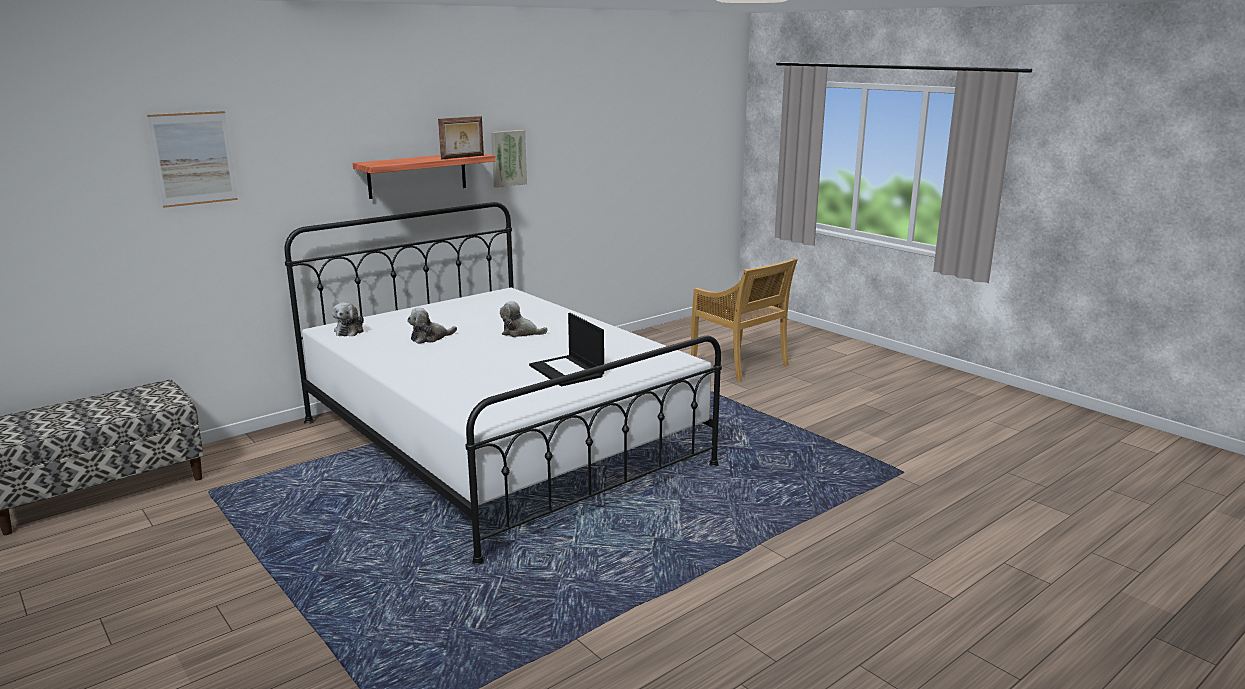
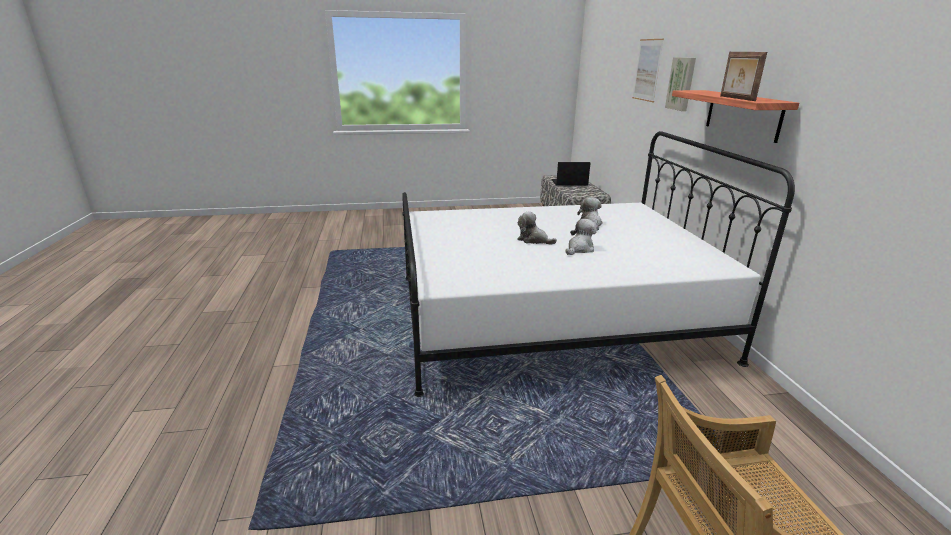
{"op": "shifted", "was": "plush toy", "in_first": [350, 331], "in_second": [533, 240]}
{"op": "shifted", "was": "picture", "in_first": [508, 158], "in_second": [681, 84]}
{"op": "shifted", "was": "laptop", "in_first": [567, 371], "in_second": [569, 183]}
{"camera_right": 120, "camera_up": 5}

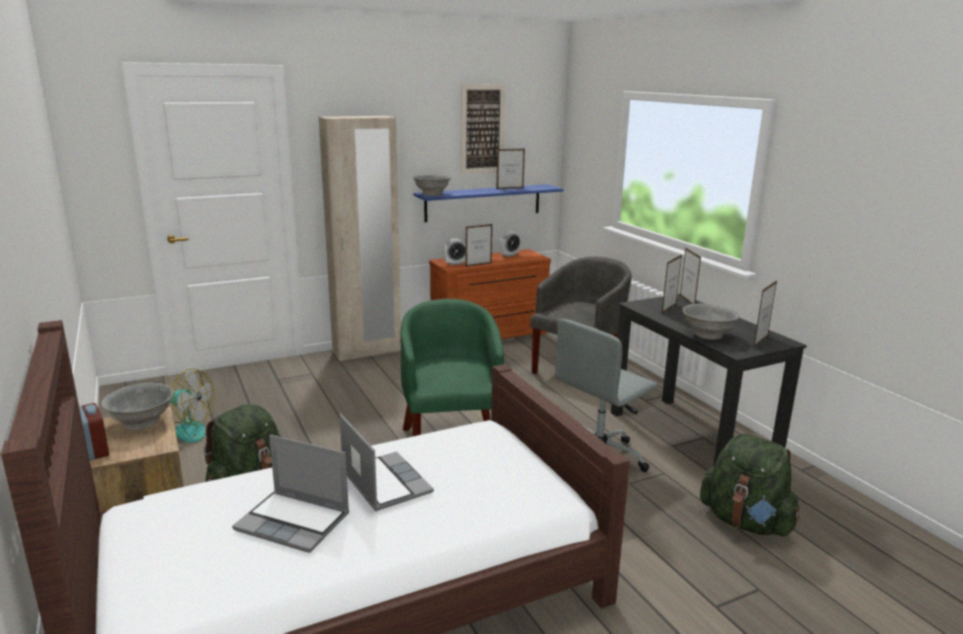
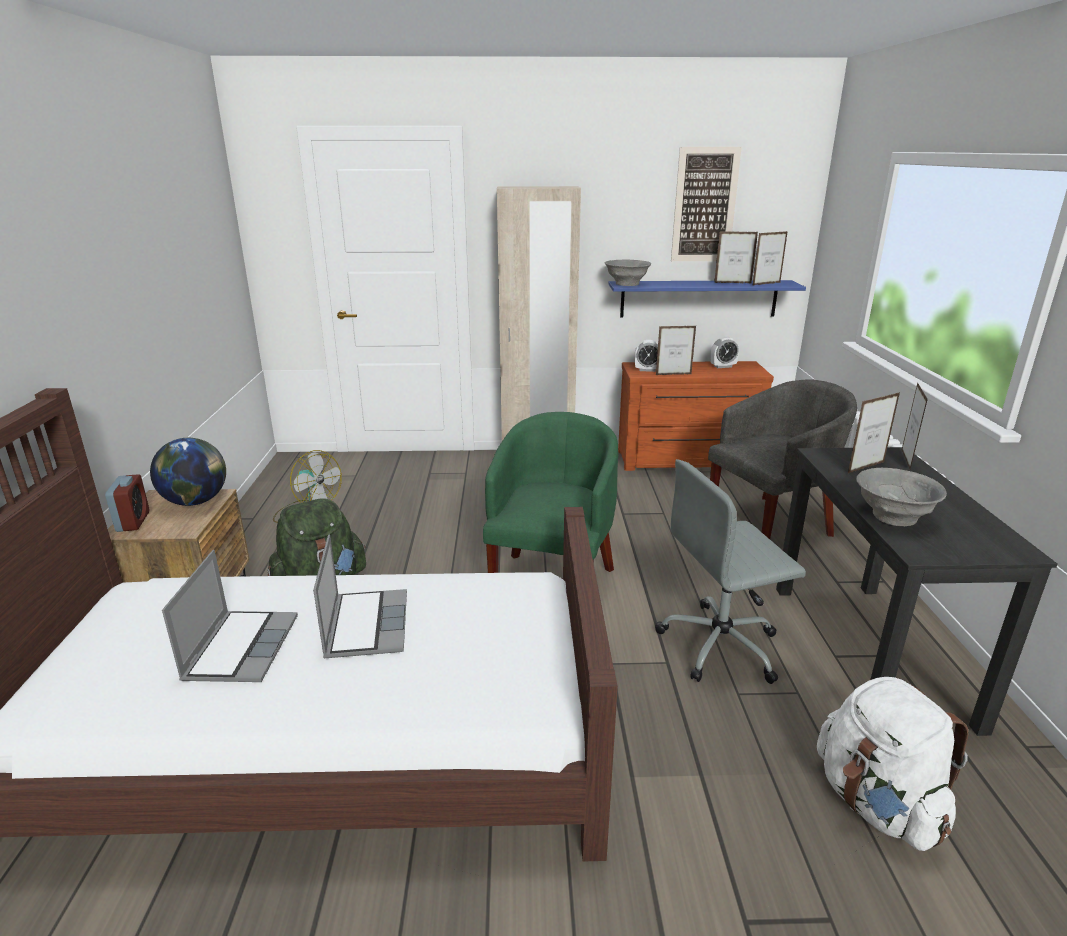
{"op": "swapped", "was": "grey bowl", "now": "globe", "in_first": [142, 423], "in_second": [196, 501]}
{"op": "rotated", "was": "laptop", "in_first": [295, 522], "in_second": [241, 647], "clockwise": -135}
{"op": "repainted", "was": "green backpack", "now": "white backpack", "in_first": [746, 522], "in_second": [877, 803]}
{"op": "shifted", "was": "picture frame", "in_first": [760, 341], "in_second": [766, 284]}
{"camera_right": 25, "camera_up": 5}

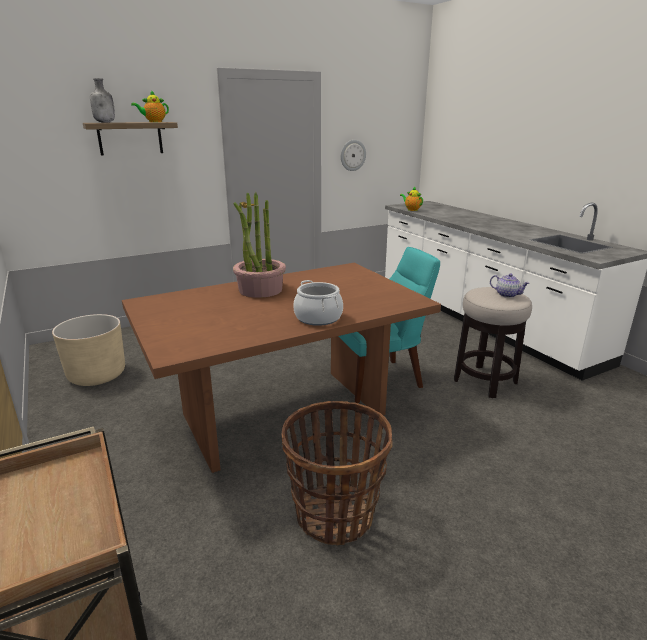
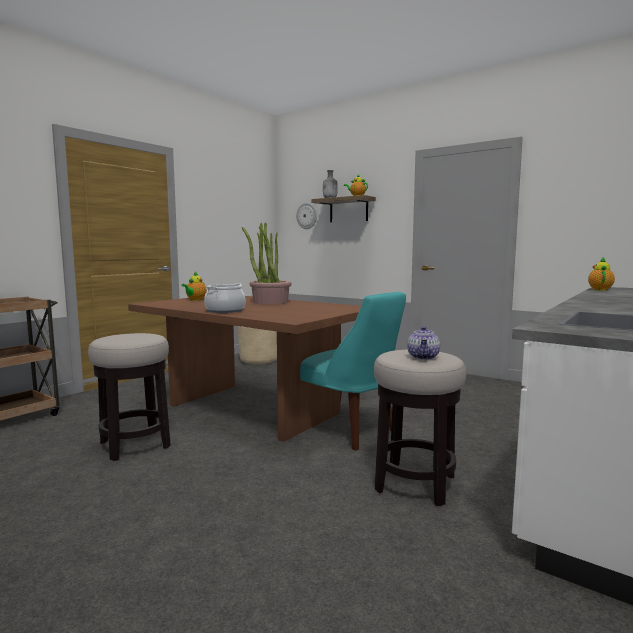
{"op": "swapped", "was": "basket", "now": "stool", "in_first": [335, 514], "in_second": [135, 444]}
{"op": "shifted", "was": "wall clock", "in_first": [352, 155], "in_second": [307, 216]}
{"op": "new", "now": "teapot", "in_second": [195, 300]}
{"camera_right": 65, "camera_up": -15}

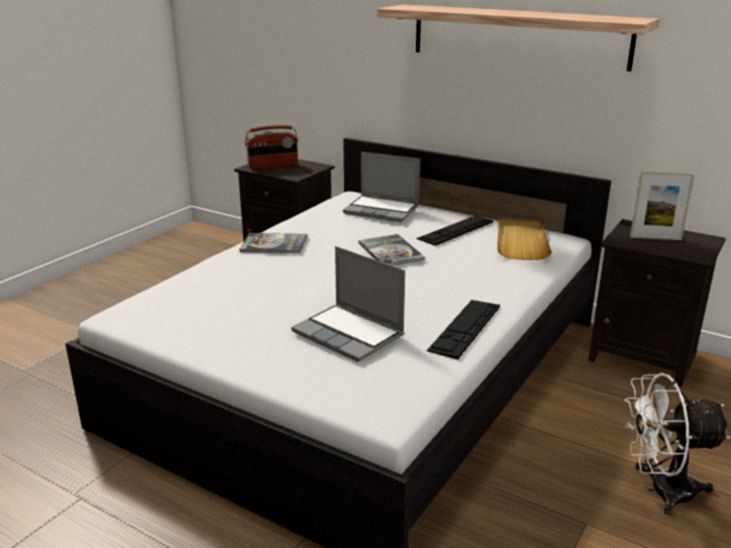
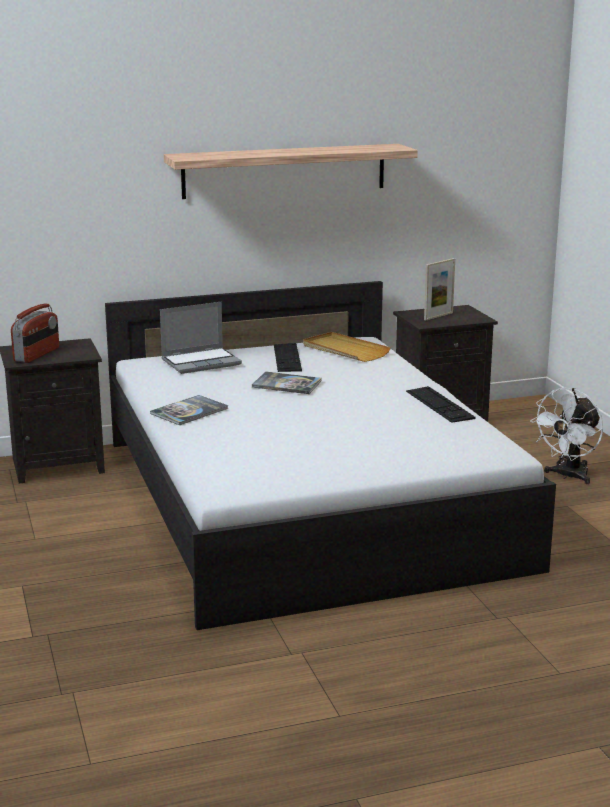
{"op": "gone", "was": "laptop", "in_first": [350, 334]}
{"camera_right": -50, "camera_up": -5}

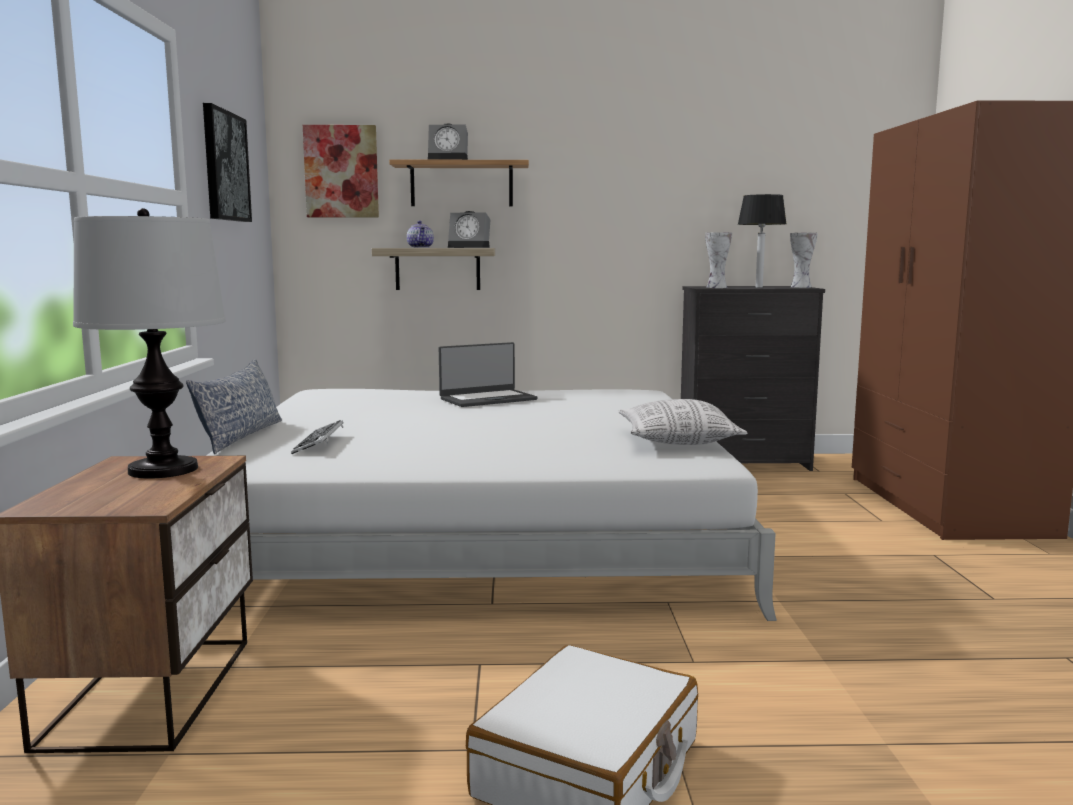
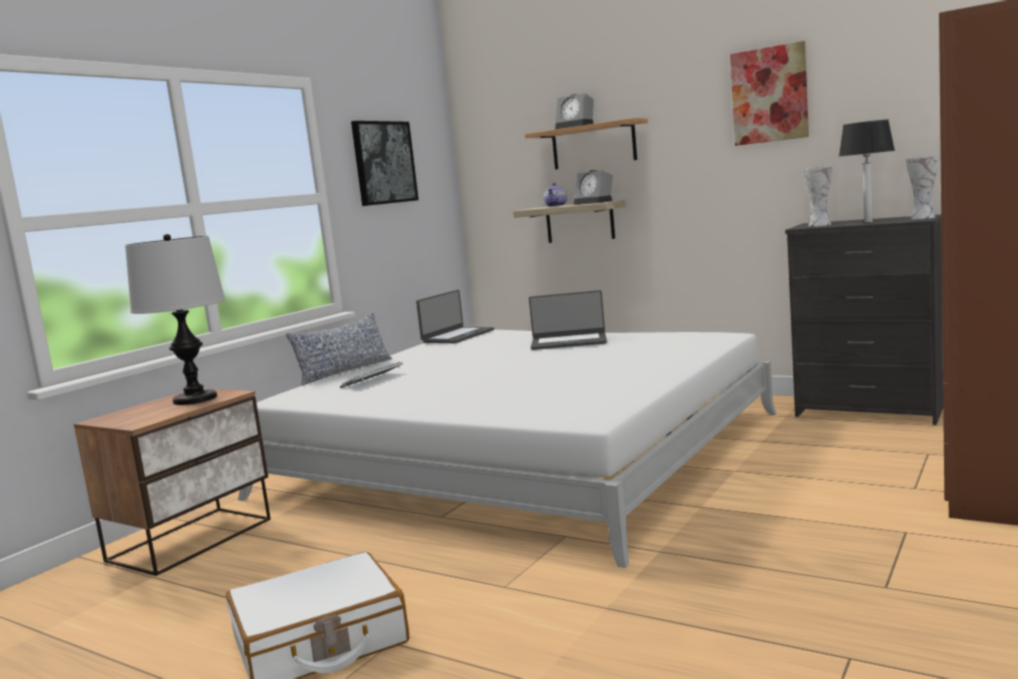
{"op": "shifted", "was": "picture", "in_first": [341, 171], "in_second": [769, 95]}
{"op": "gone", "was": "pillow", "in_first": [677, 441]}
{"op": "new", "now": "laptop", "in_second": [457, 336]}
{"camera_right": 35, "camera_up": 0}

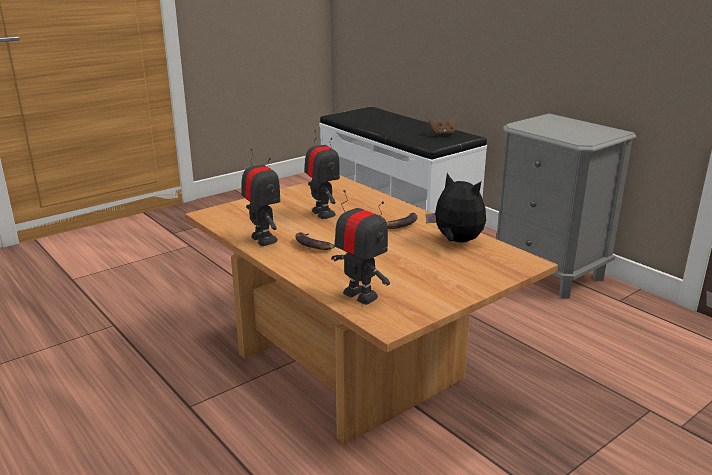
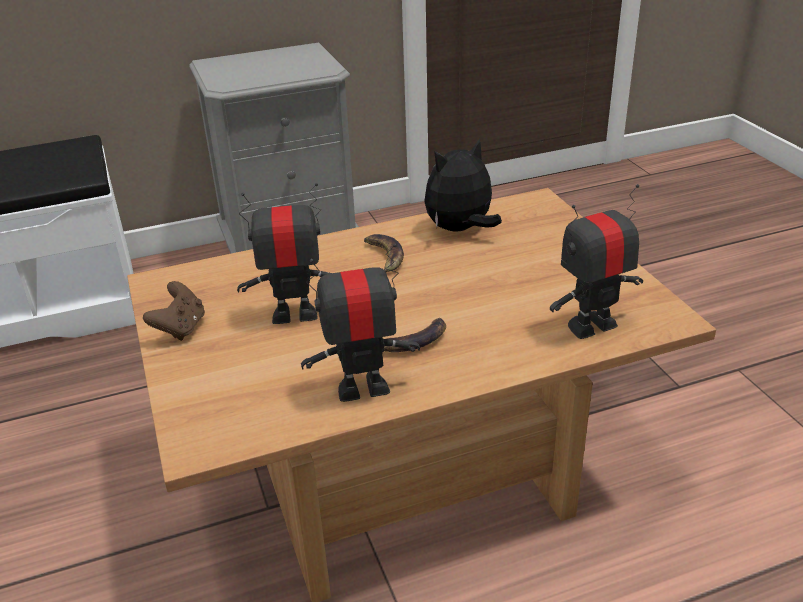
{"op": "shifted", "was": "brown game controller", "in_first": [442, 134], "in_second": [180, 328]}
{"camera_right": -70, "camera_up": 10}

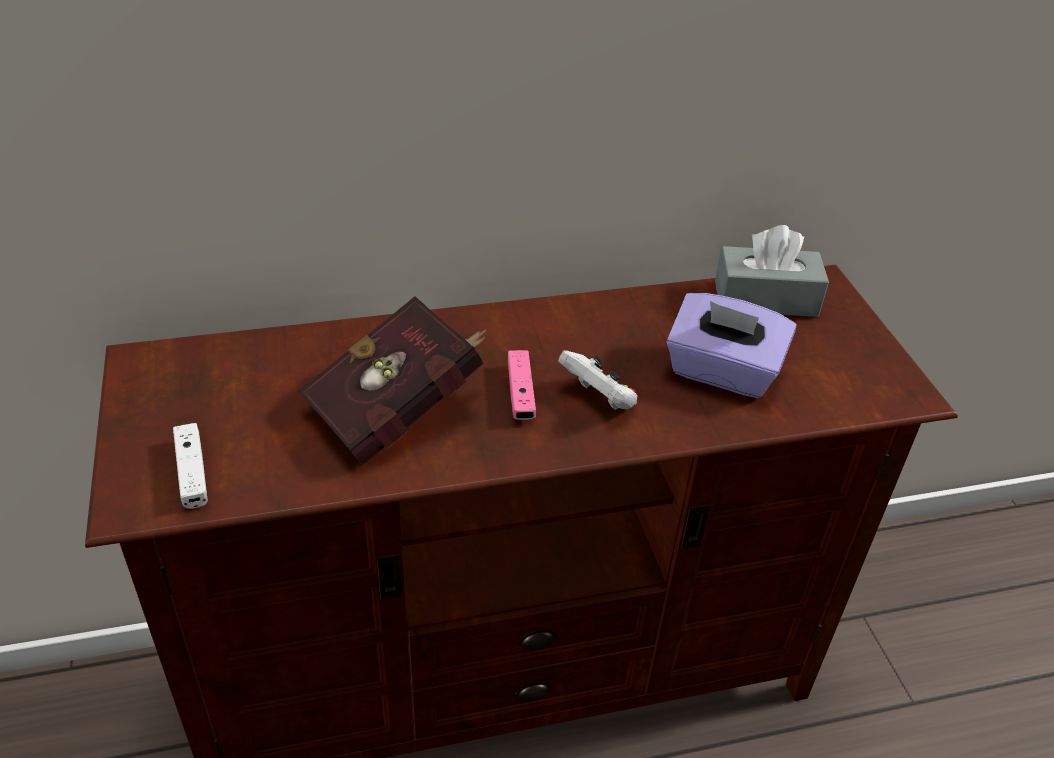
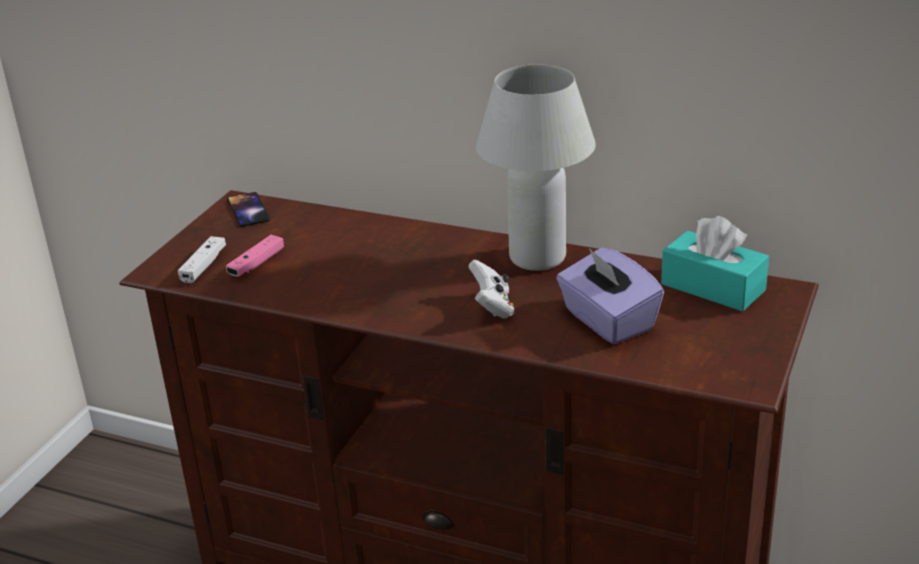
{"op": "gone", "was": "red book", "in_first": [400, 410]}
{"op": "shifted", "was": "pink game controller", "in_first": [520, 393], "in_second": [256, 264]}
{"op": "repainted", "was": "grey tissue box", "now": "turquoise tissue box", "in_first": [765, 298], "in_second": [713, 287]}
{"op": "new", "now": "phone", "in_second": [248, 210]}
{"op": "new", "now": "white table lamp", "in_second": [537, 258]}
{"camera_right": 40, "camera_up": -10}

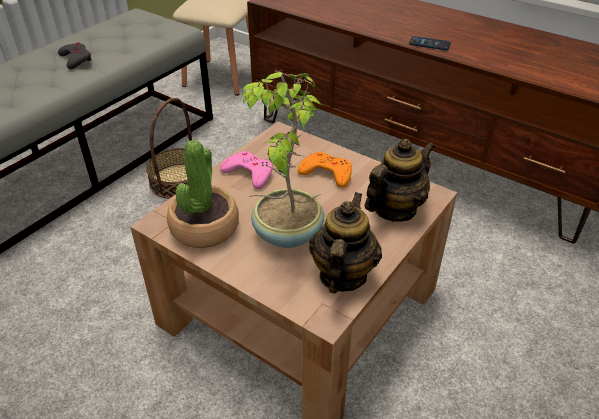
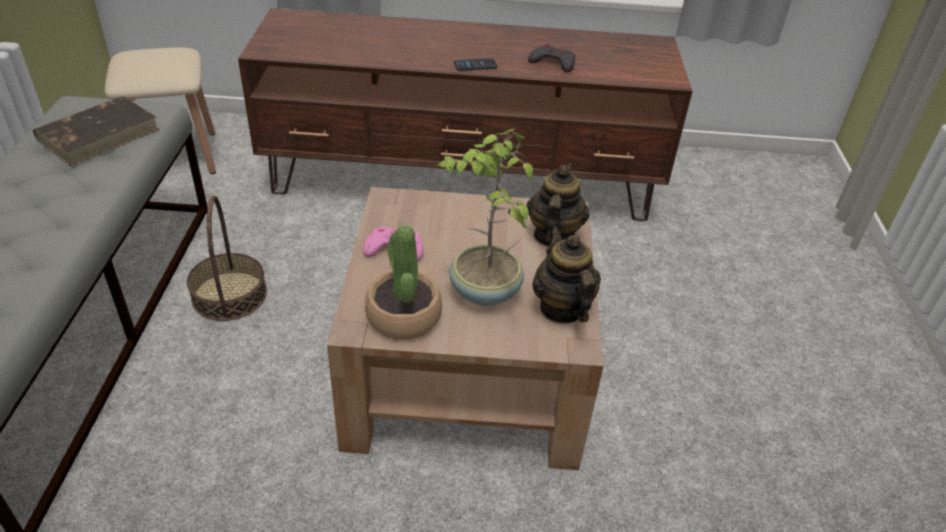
{"op": "shifted", "was": "grey game controller", "in_first": [76, 59], "in_second": [553, 63]}
{"op": "gone", "was": "orange game controller", "in_first": [326, 173]}
{"op": "new", "now": "brown book", "in_second": [100, 134]}
{"camera_right": -35, "camera_up": 0}

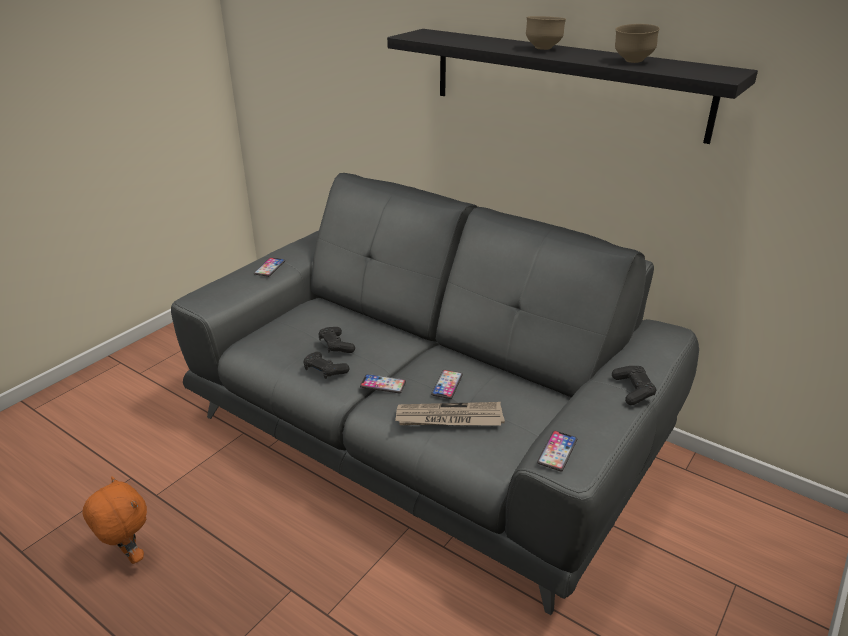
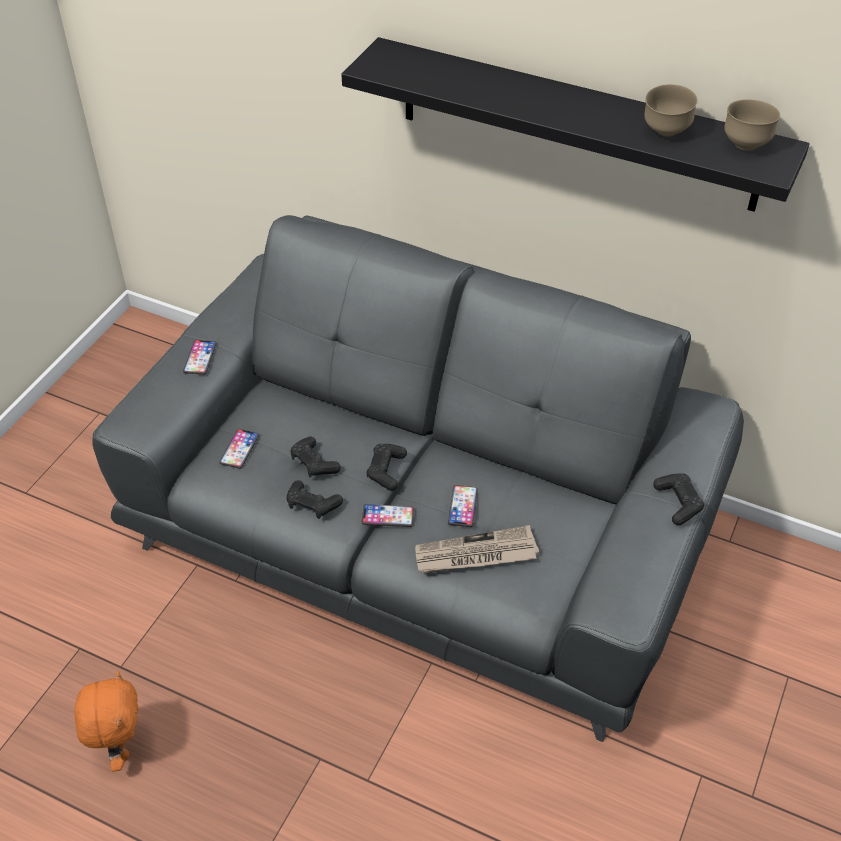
{"op": "rotated", "was": "orange plush toy", "in_first": [129, 556], "in_second": [120, 748], "clockwise": 45}
{"op": "shifted", "was": "brown bowl", "in_first": [543, 49], "in_second": [745, 145]}
{"op": "shifted", "was": "phone", "in_first": [557, 451], "in_second": [239, 449]}
{"op": "new", "now": "black game controller", "in_second": [386, 470]}
{"camera_right": -10, "camera_up": 15}

